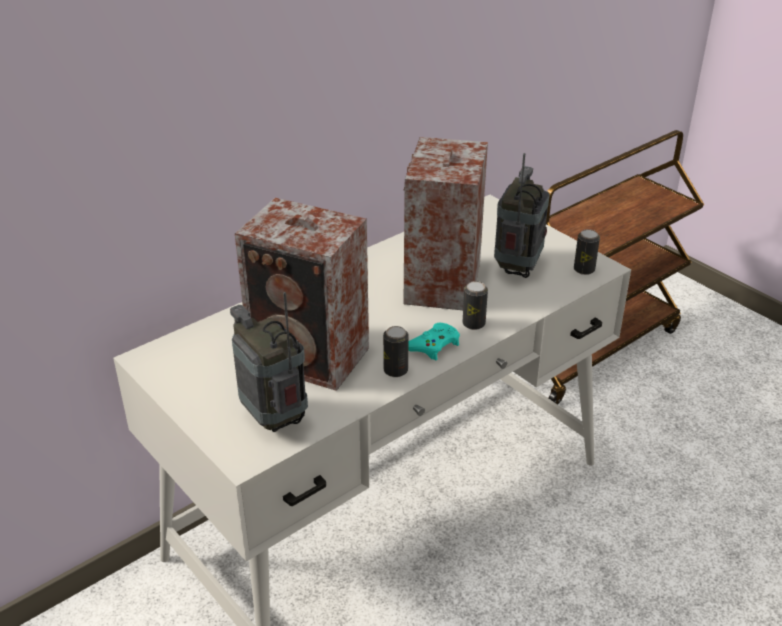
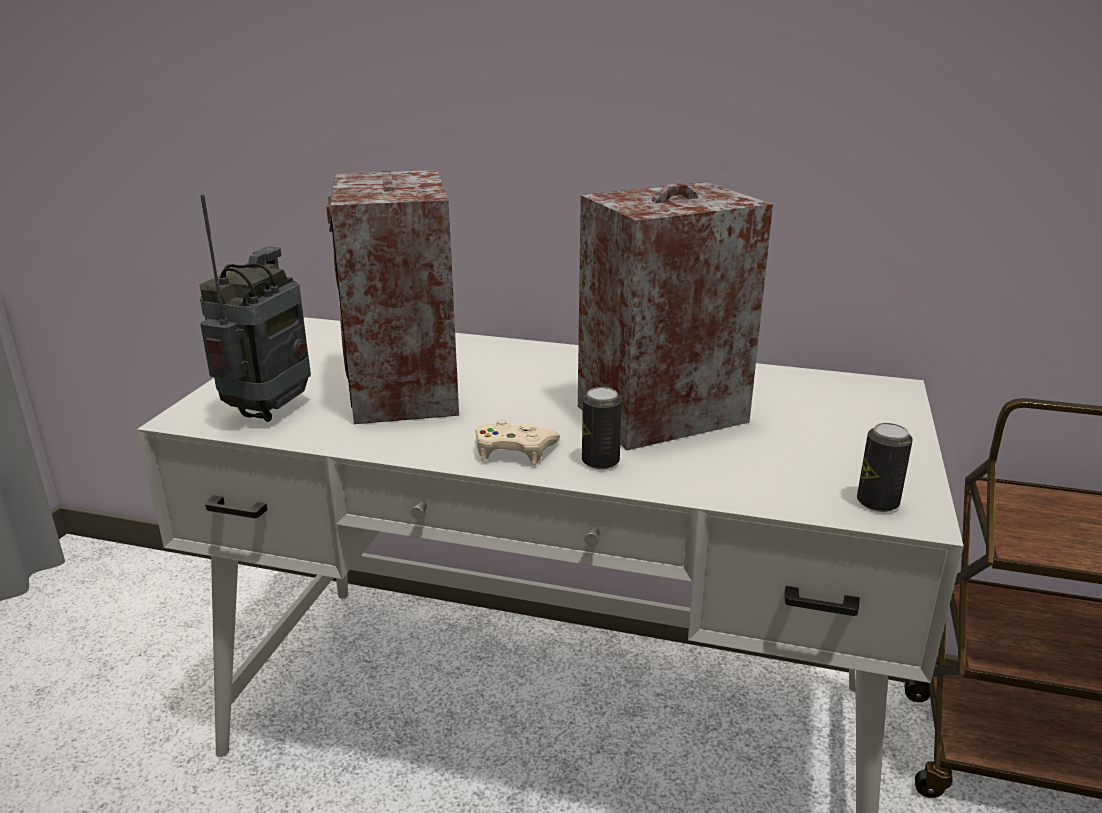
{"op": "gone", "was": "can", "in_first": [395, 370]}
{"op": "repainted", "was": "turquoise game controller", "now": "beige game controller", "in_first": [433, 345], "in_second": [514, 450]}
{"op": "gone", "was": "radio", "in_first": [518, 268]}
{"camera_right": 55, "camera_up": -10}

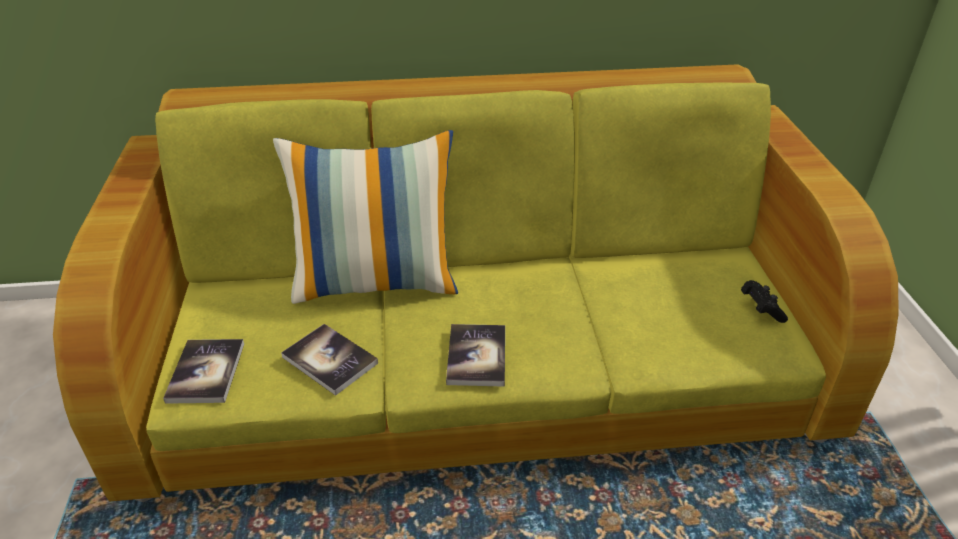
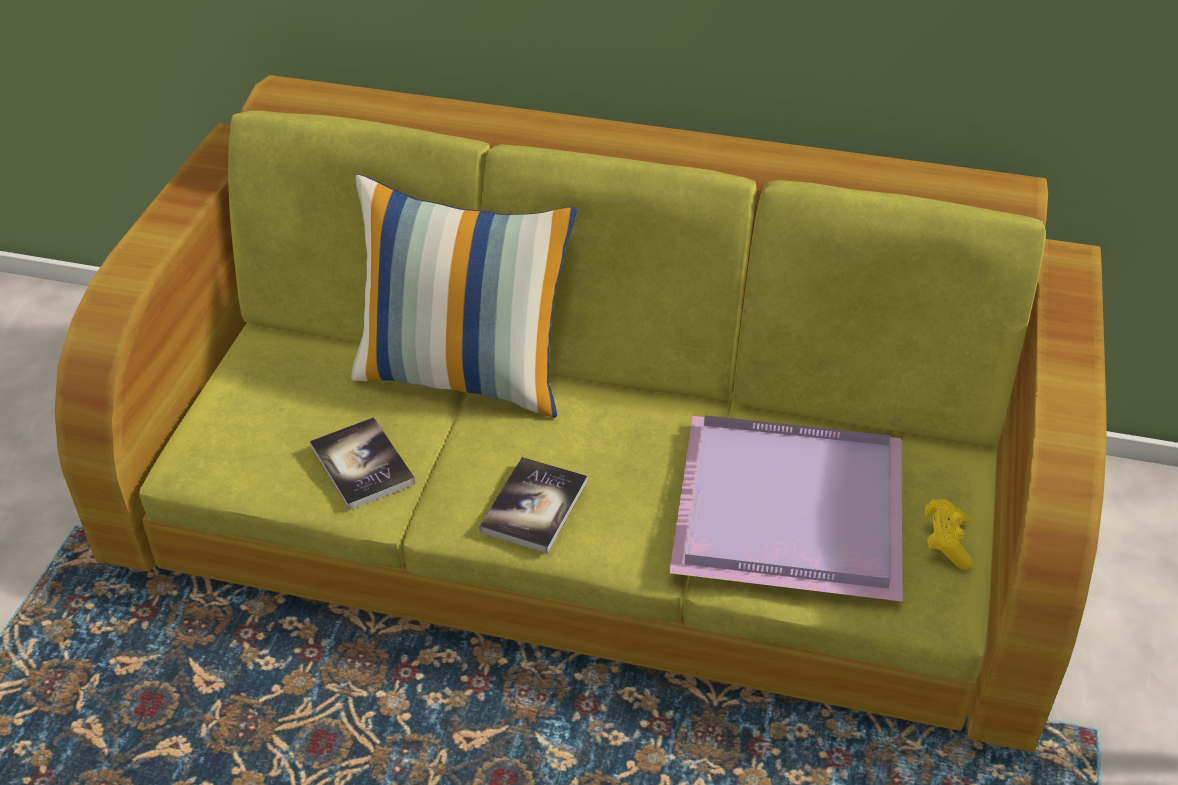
{"op": "gone", "was": "book", "in_first": [206, 372]}
{"op": "repainted", "was": "black game controller", "now": "yellow game controller", "in_first": [760, 309], "in_second": [945, 542]}
{"op": "new", "now": "purple tray", "in_second": [785, 512]}
{"camera_right": 20, "camera_up": 5}

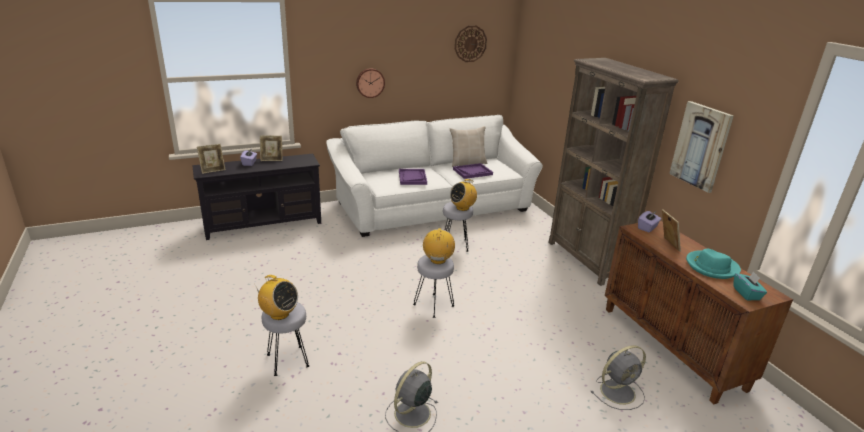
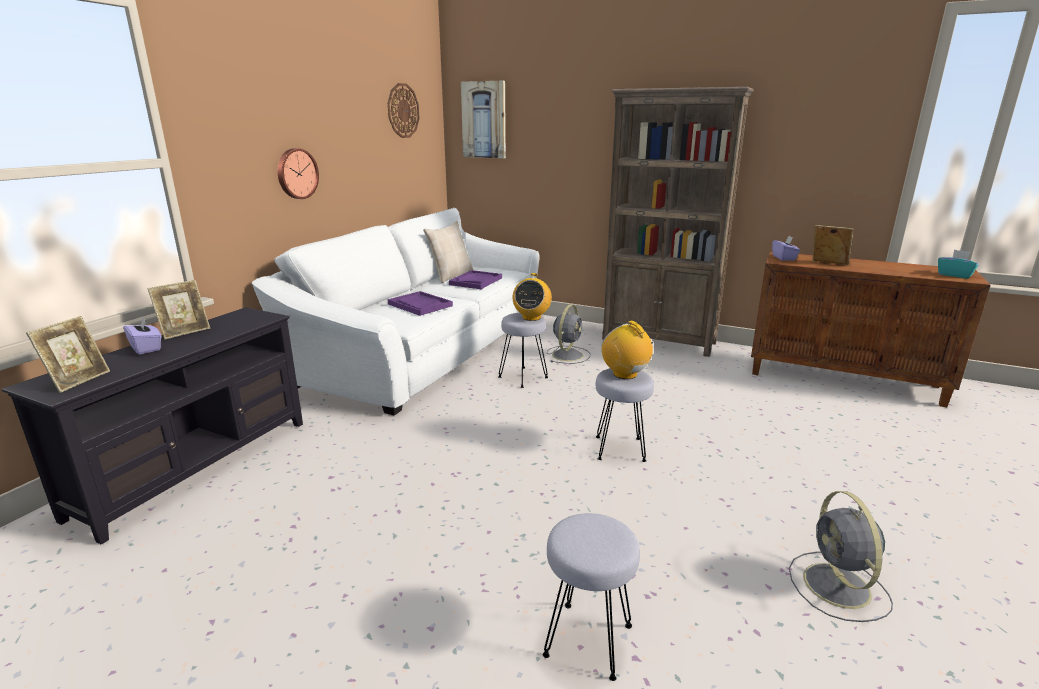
{"op": "gone", "was": "radio", "in_first": [279, 314]}
{"op": "shifted", "was": "grey fan", "in_first": [619, 391], "in_second": [568, 354]}
{"op": "shifted", "was": "picture", "in_first": [701, 146], "in_second": [484, 120]}
{"op": "gone", "was": "turquoise hat", "in_first": [711, 266]}
{"camera_right": -40, "camera_up": -5}

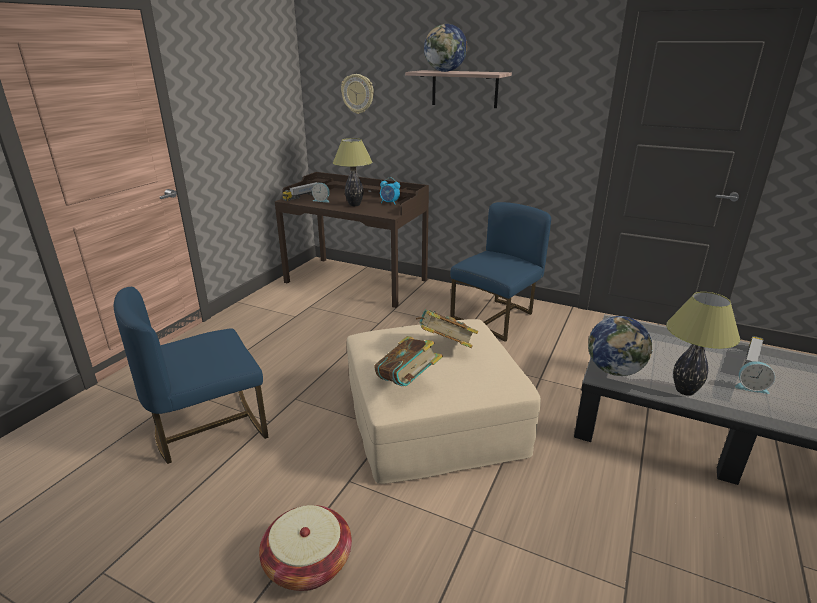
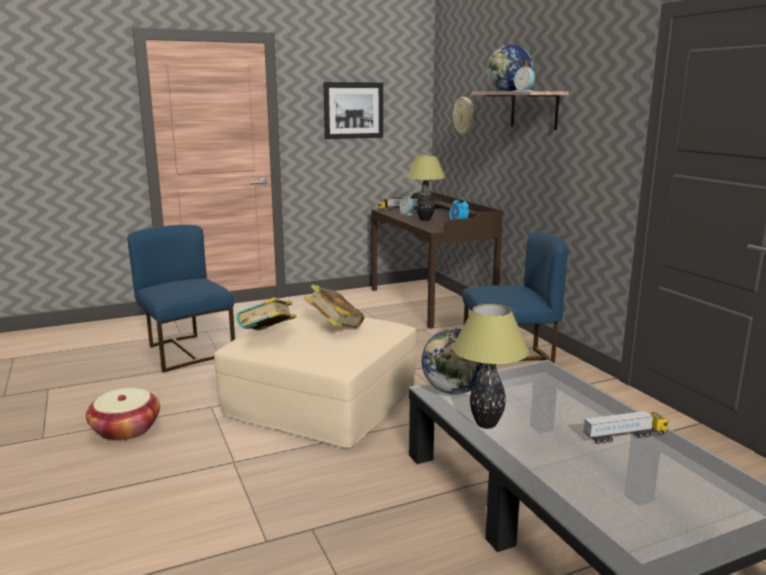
{"op": "rotated", "was": "blue chair", "in_first": [208, 427], "in_second": [186, 351], "clockwise": 45}
{"op": "shifted", "was": "alarm clock", "in_first": [751, 387], "in_second": [525, 91]}
{"op": "new", "now": "picture", "in_second": [353, 110]}
{"camera_right": 40, "camera_up": -10}

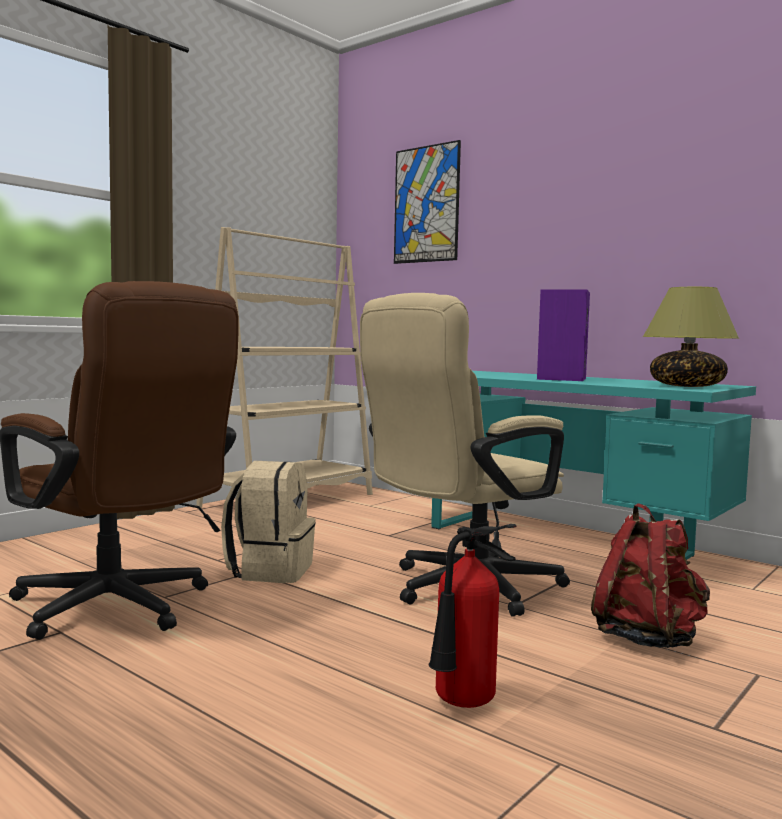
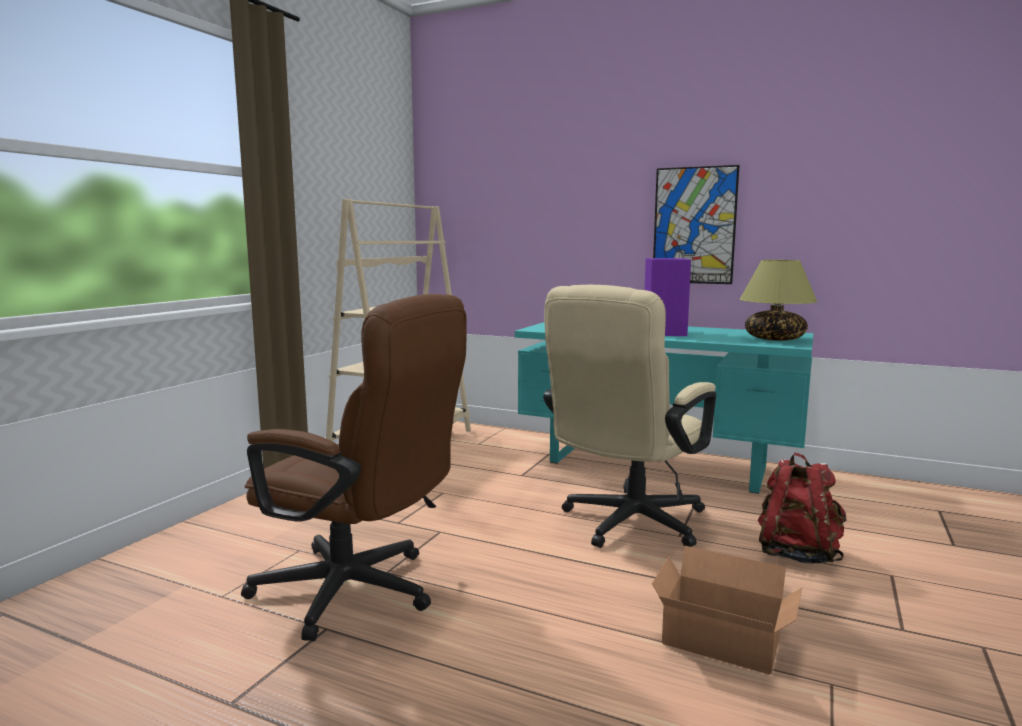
{"op": "gone", "was": "beige backpack", "in_first": [270, 570]}
{"op": "shifted", "was": "picture", "in_first": [426, 204], "in_second": [694, 225]}
{"op": "swapped", "was": "fire extinguisher", "now": "cardboard box", "in_first": [462, 705], "in_second": [723, 643]}
{"camera_right": -15, "camera_up": 5}

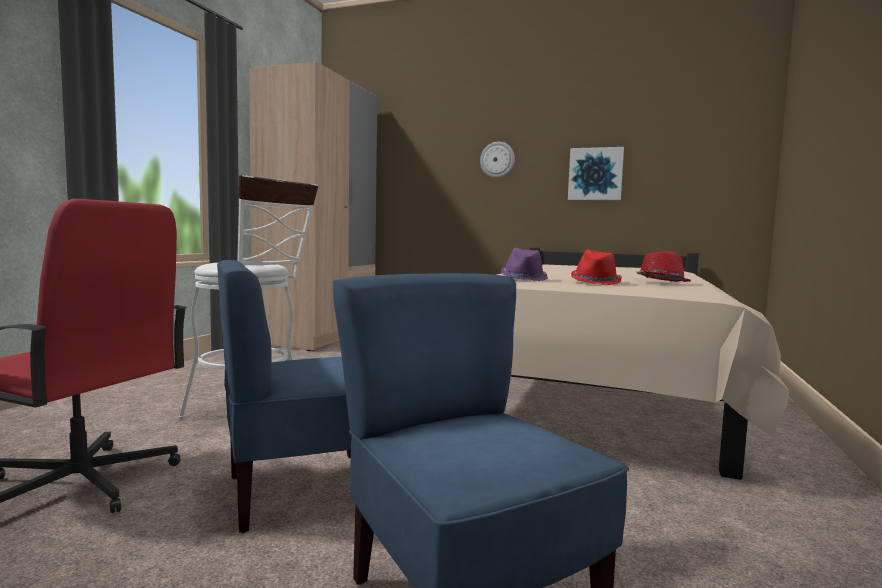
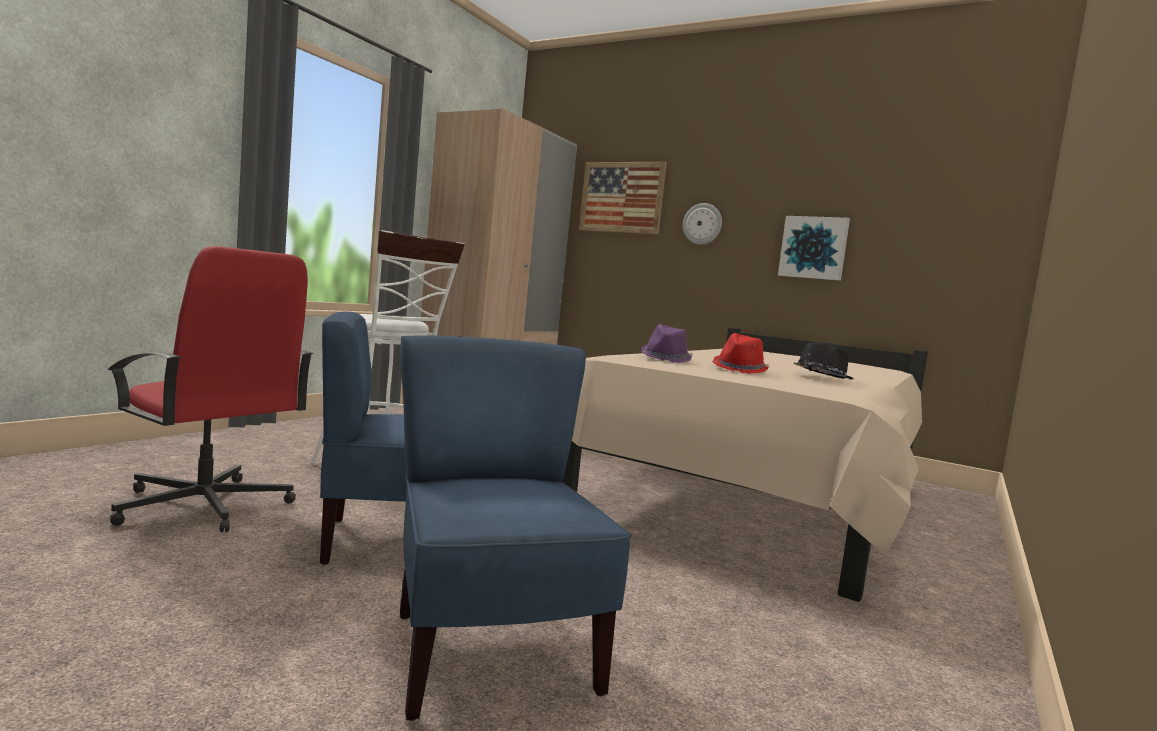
{"op": "repainted", "was": "red hat", "now": "black hat", "in_first": [661, 282], "in_second": [821, 377]}
{"op": "new", "now": "picture", "in_second": [622, 197]}
{"camera_right": 10, "camera_up": 0}

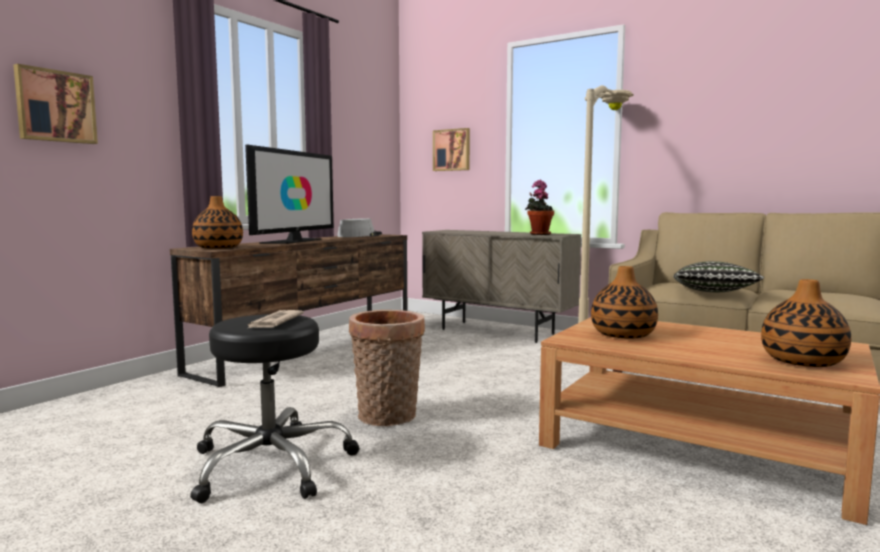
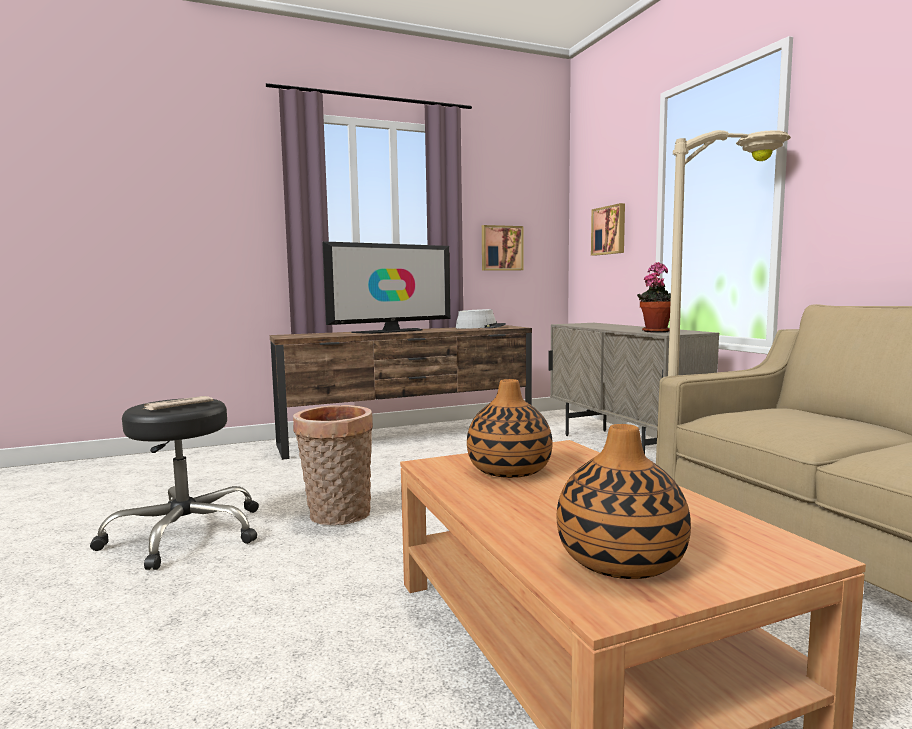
{"op": "shifted", "was": "picture", "in_first": [55, 106], "in_second": [501, 248]}
{"op": "gone", "was": "vase", "in_first": [218, 248]}
{"op": "gone", "was": "pillow", "in_first": [713, 293]}
{"camera_right": 35, "camera_up": 0}

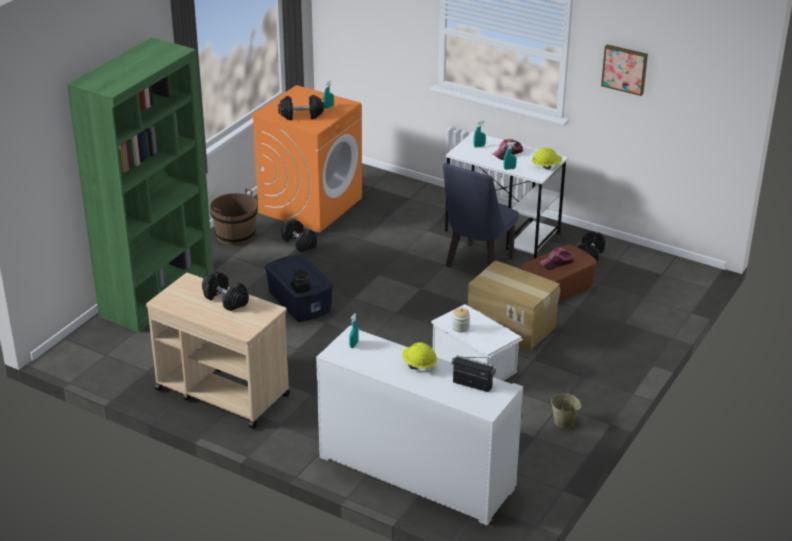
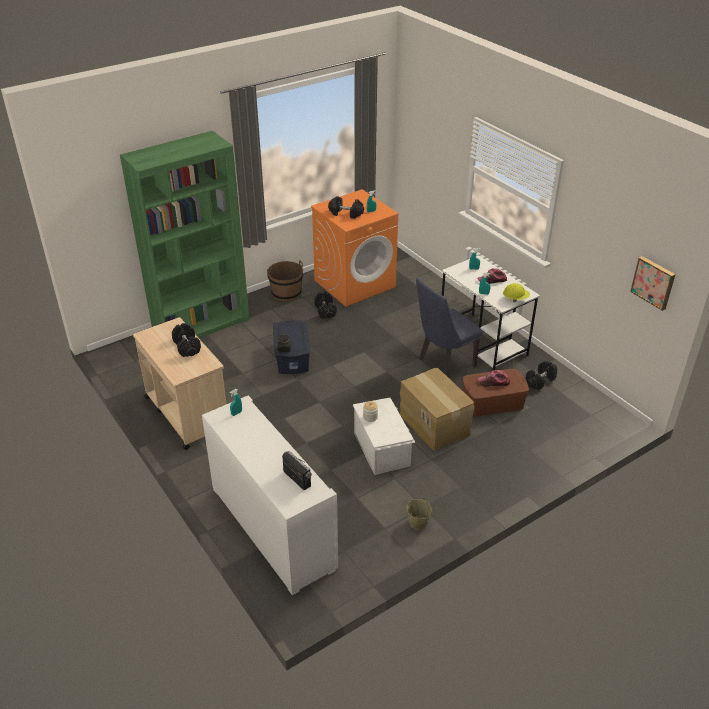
{"op": "gone", "was": "yellow hard hat", "in_first": [419, 365]}
{"op": "shifted", "was": "picture", "in_first": [625, 69], "in_second": [653, 282]}
{"camera_right": 25, "camera_up": 5}

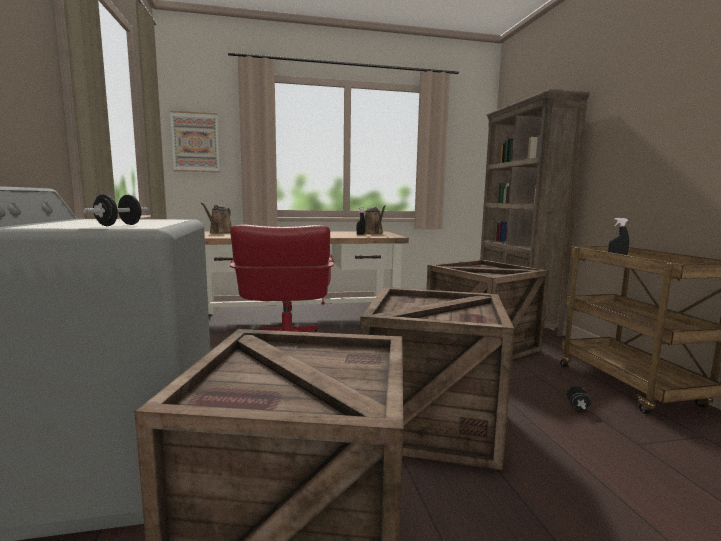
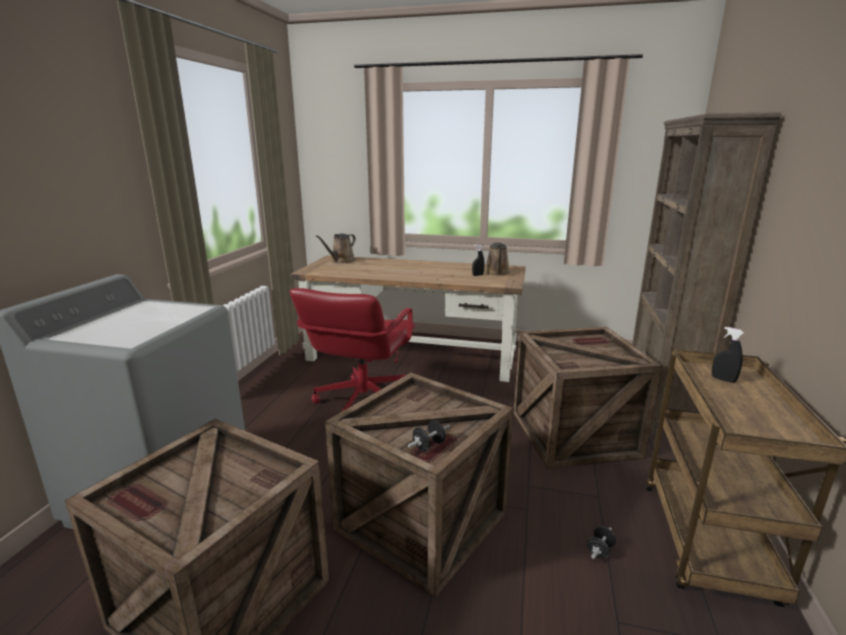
{"op": "shifted", "was": "black dumbbell", "in_first": [119, 225], "in_second": [429, 446]}
{"op": "gone", "was": "picture", "in_first": [195, 142]}
{"camera_right": 25, "camera_up": 10}

